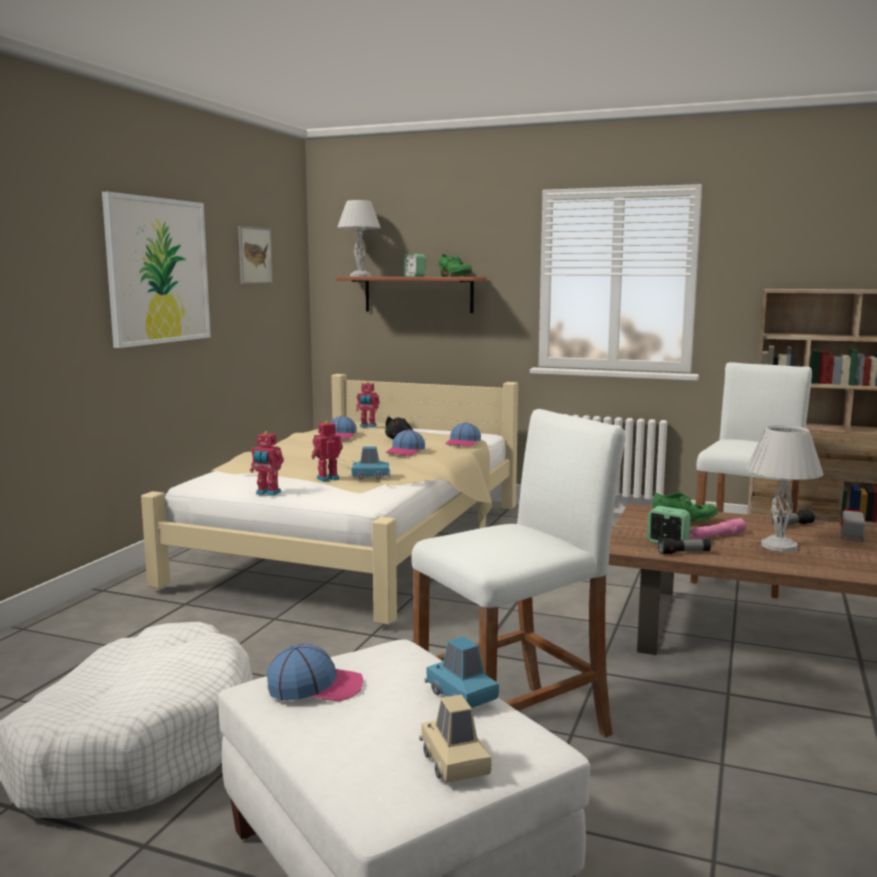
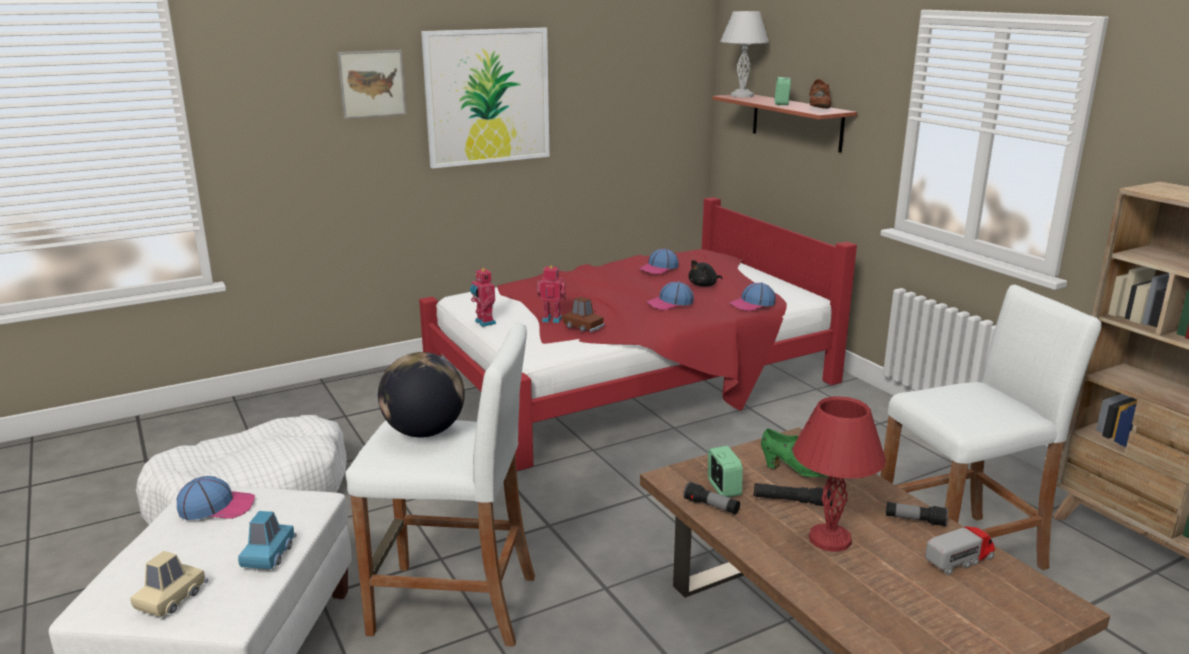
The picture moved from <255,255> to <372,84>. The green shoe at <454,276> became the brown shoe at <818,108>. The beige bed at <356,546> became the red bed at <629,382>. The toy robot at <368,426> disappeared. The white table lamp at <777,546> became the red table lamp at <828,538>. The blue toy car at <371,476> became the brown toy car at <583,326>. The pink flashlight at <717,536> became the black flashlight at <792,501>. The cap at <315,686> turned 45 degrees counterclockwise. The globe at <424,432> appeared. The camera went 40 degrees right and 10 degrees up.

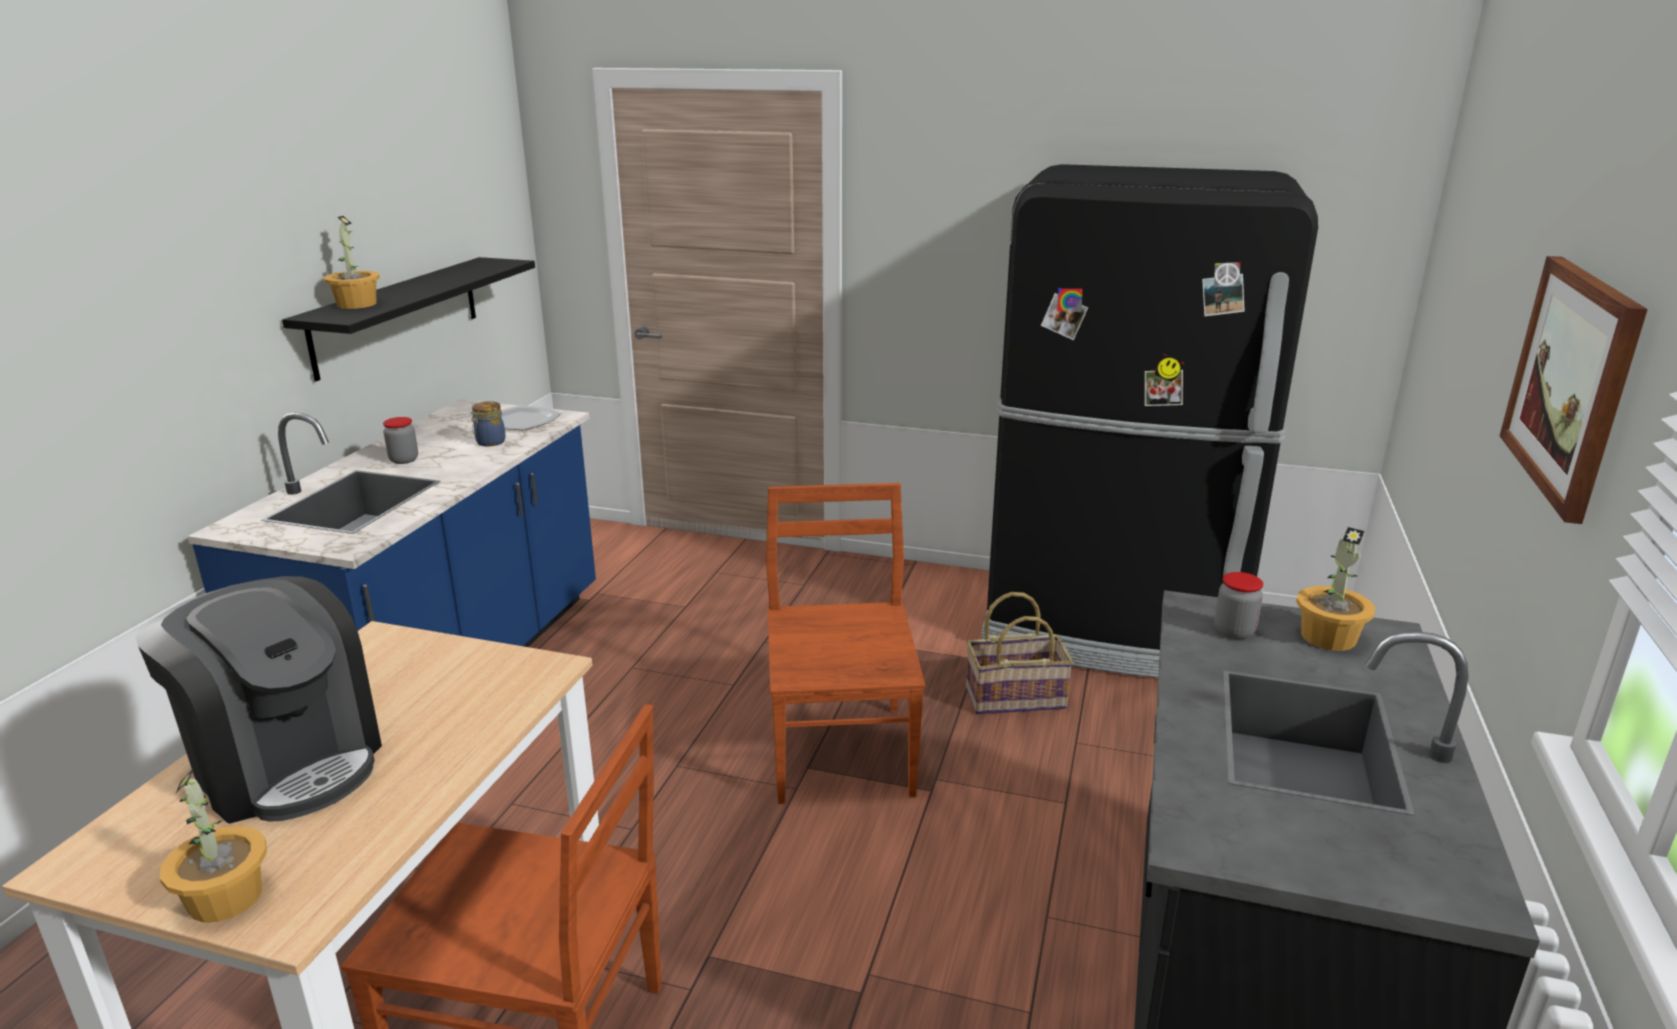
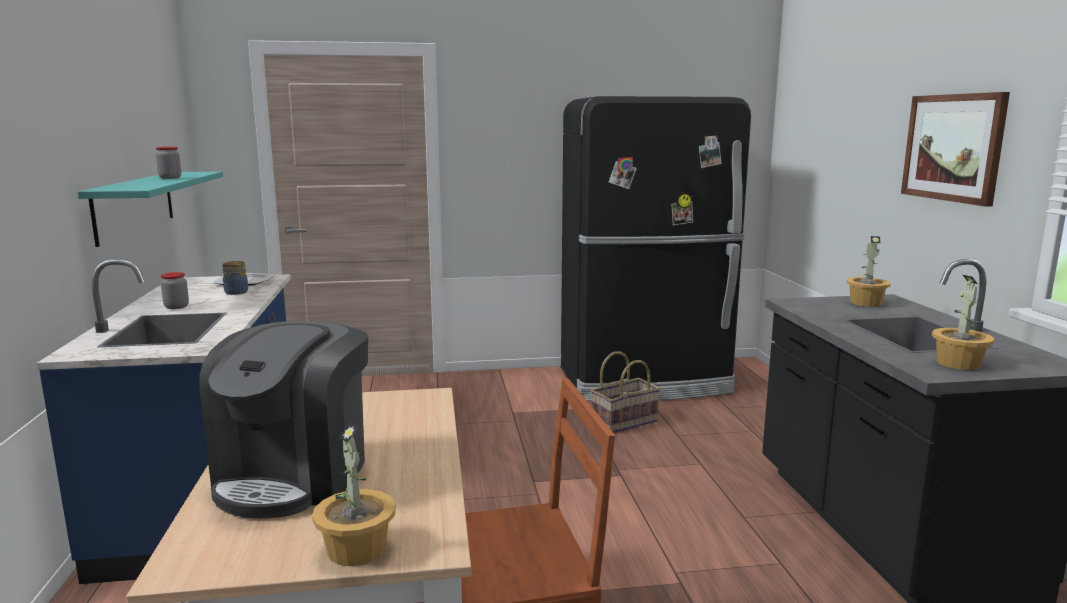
The potted plant moved from <356,304> to <958,363>. The black shelf at <397,315> became the turquoise shelf at <135,205>. The brown chair at <841,749> disappeared. The jar moved from <1234,631> to <170,178>. The coffee machine at <285,763> turned 90 degrees clockwise. The camera went 25 degrees left and 10 degrees down.

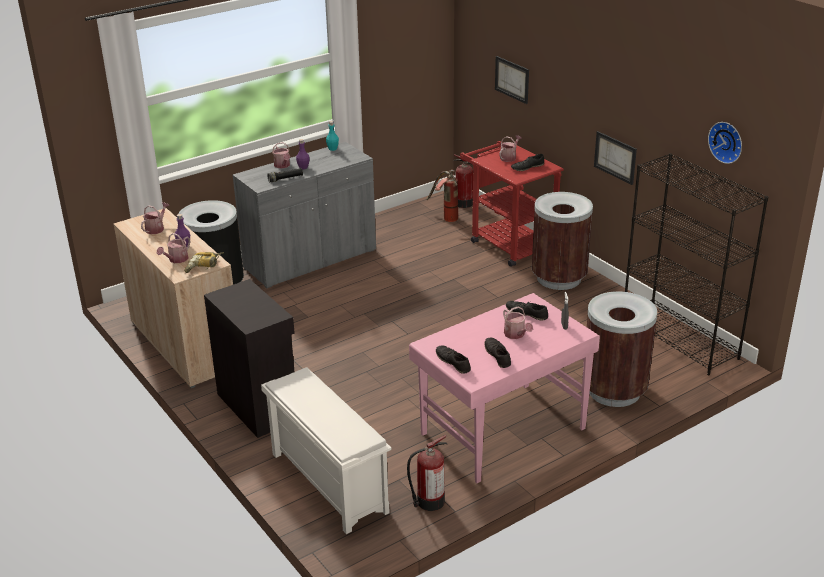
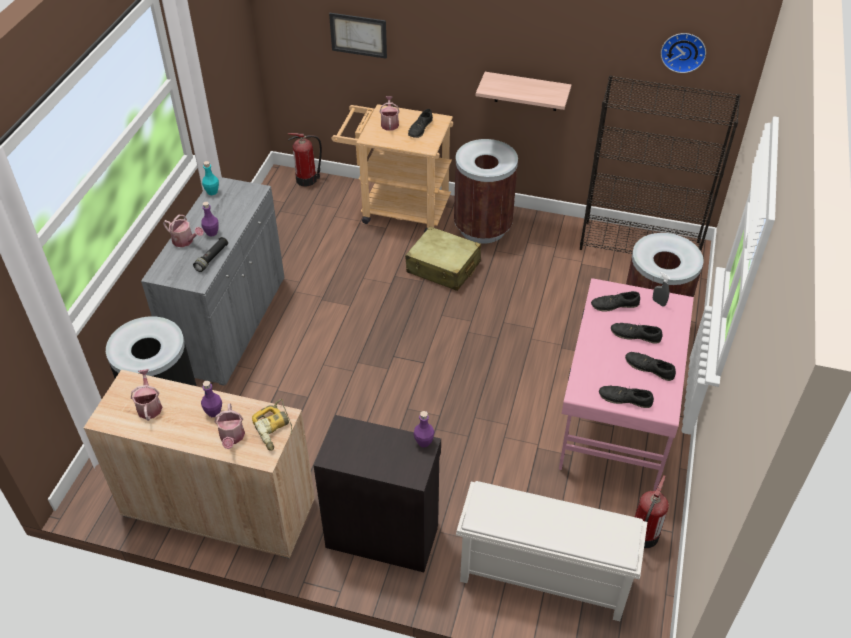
The picture at <615,157> was replaced by the shelf at <526,91>. The red cart at <507,243> became the beige cart at <397,209>. The fire extinguisher at <445,217> disappeared. The watering can at <516,335> was replaced by the black shoe at <635,335>. The beige suitcase at <443,267> appeared. The purple bottle at <424,442> appeared. The camera went 40 degrees left and 15 degrees up.

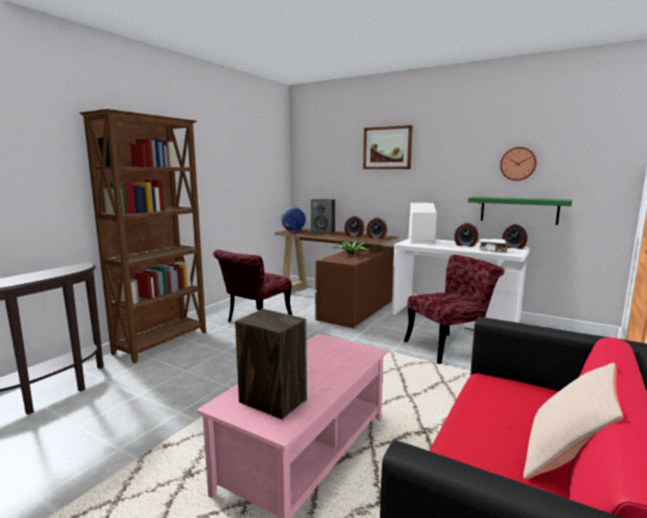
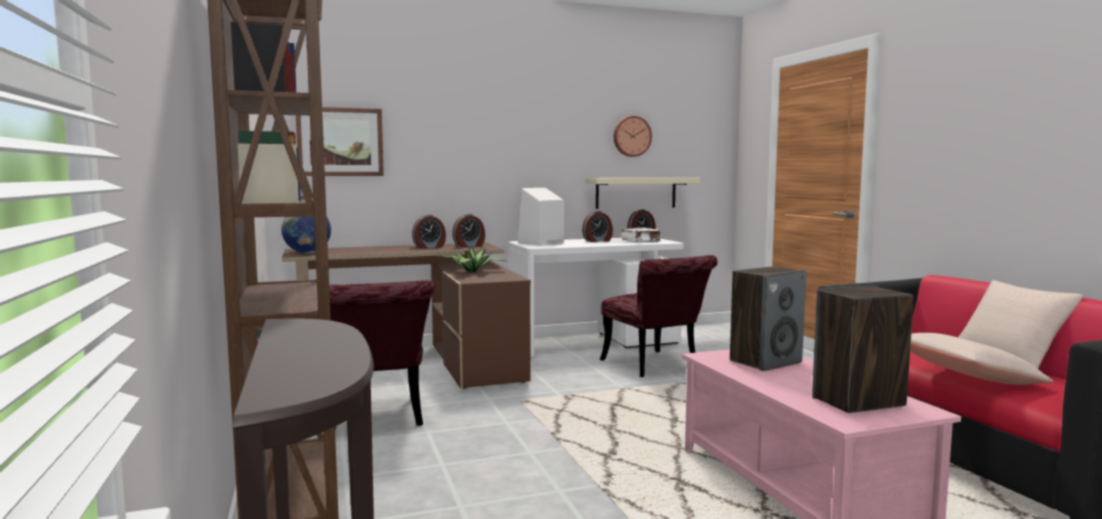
The picture moved from <387,148> to <340,142>. The green shelf at <518,210> became the beige shelf at <636,193>. The speaker moved from <323,232> to <765,361>. The red chair at <449,346> turned 135 degrees clockwise. The beige pillow at <967,378> appeared. The camera went 50 degrees left and 5 degrees down.

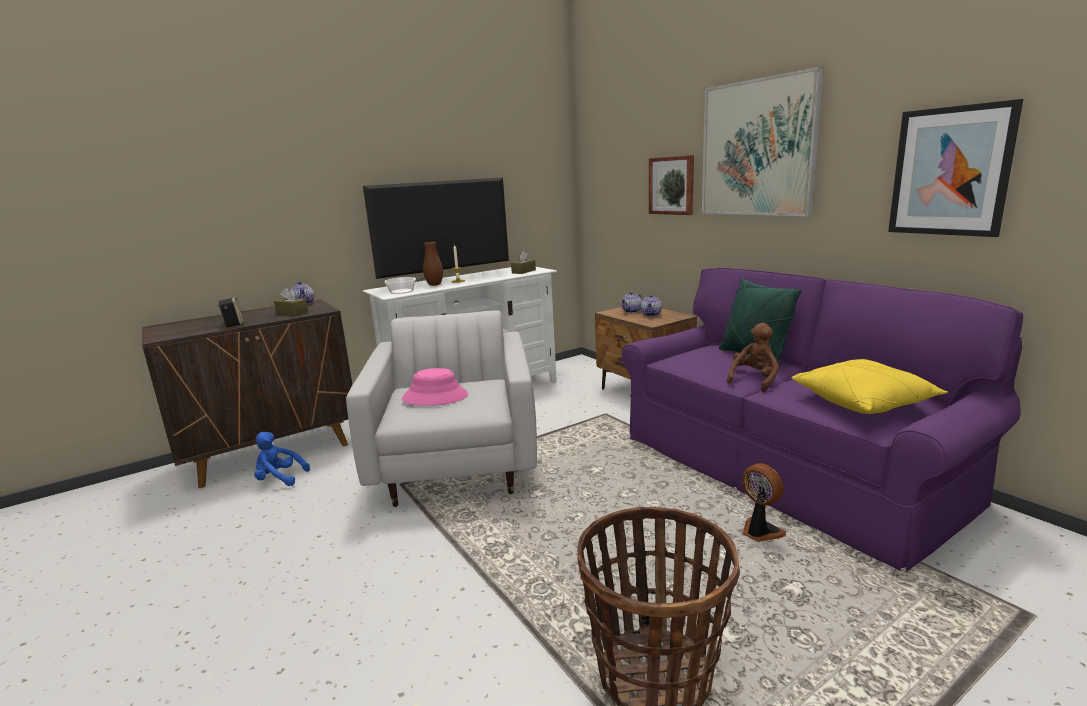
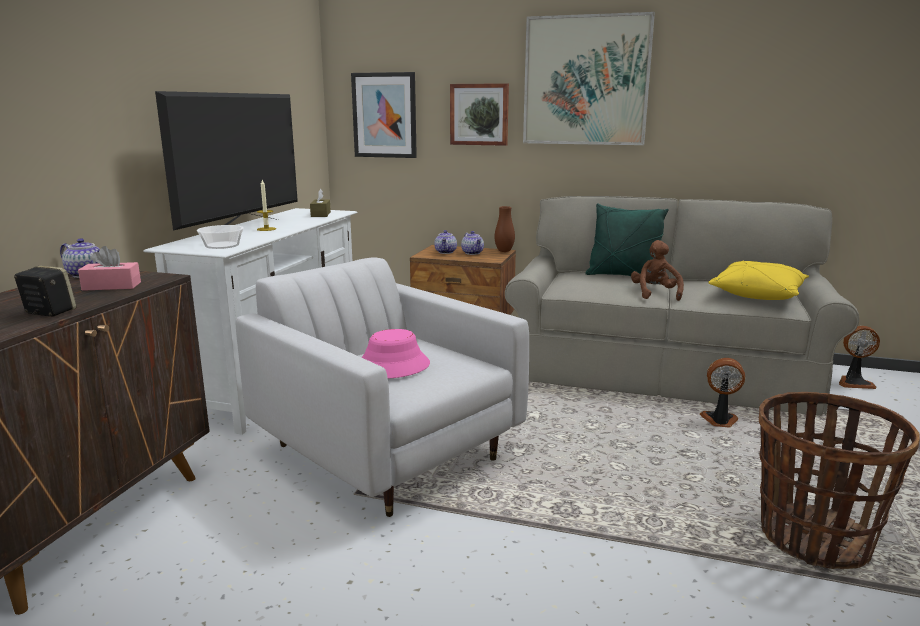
The picture moved from <950,171> to <384,115>. The brown vase moved from <434,285> to <504,251>. The purple sofa at <783,466> became the grey sofa at <661,371>. The brown tissue box at <292,312> became the pink tissue box at <112,286>. The blue plush toy at <279,479> disappeared. The fan at <854,383> appeared. The camera went 40 degrees left and 0 degrees up.

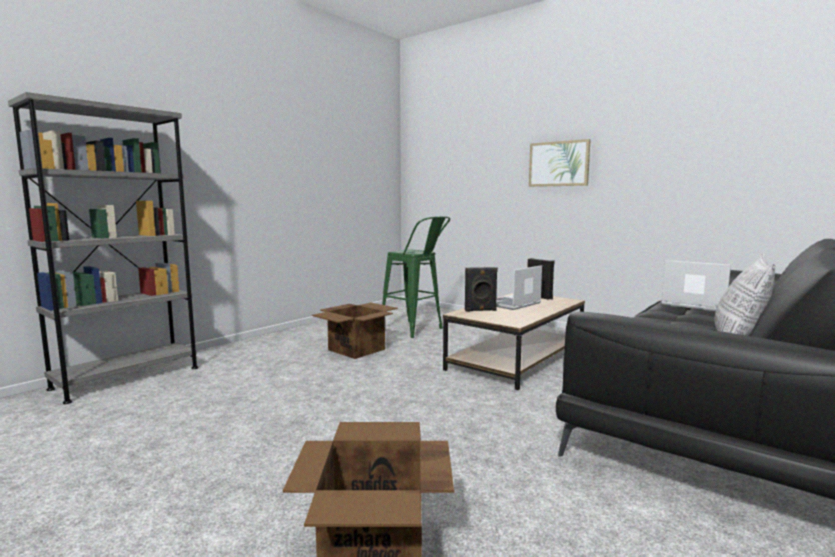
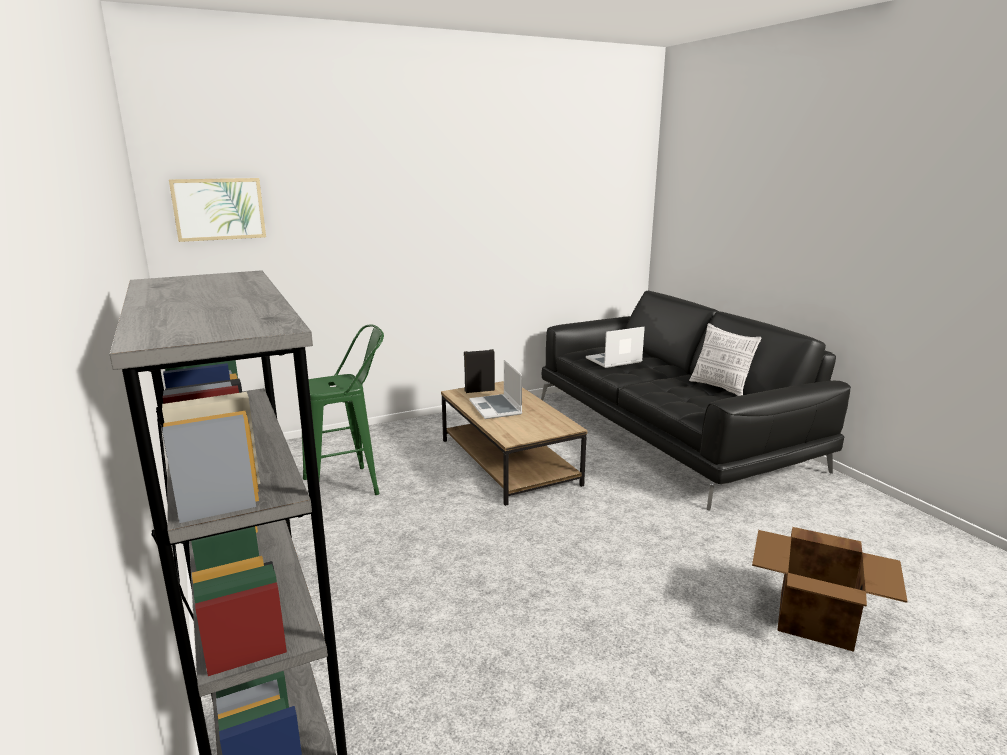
The picture moved from <559,164> to <219,209>. The black speaker at <480,310> disappeared. The cardboard box at <357,349> disappeared. The camera went 65 degrees left and 10 degrees up.

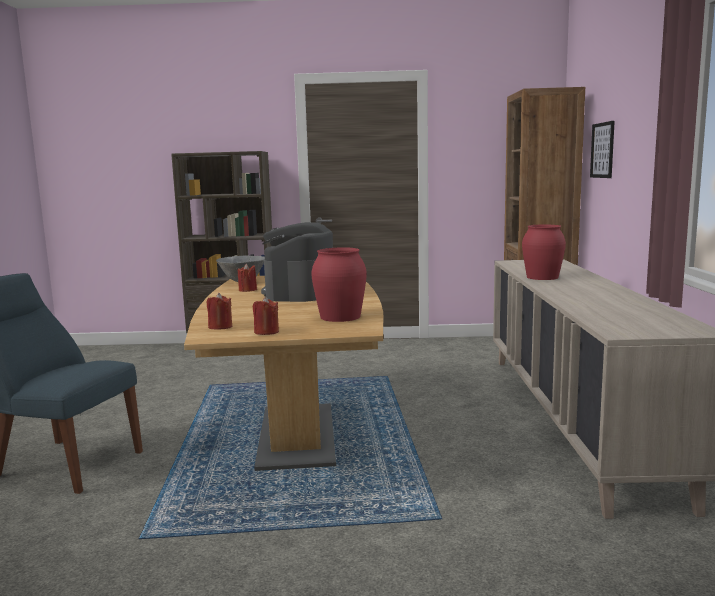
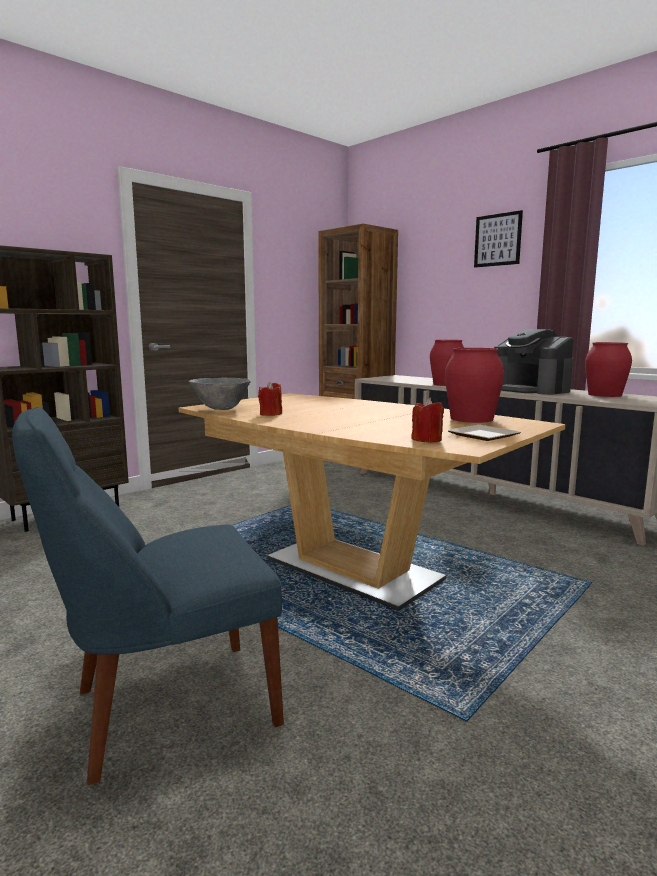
The picture moved from <602,150> to <497,240>. The coffee machine moved from <300,293> to <530,390>. The red candle at <266,332> was replaced by the plate at <486,436>. The red vase at <605,395> appeared. The camera went 45 degrees left and 0 degrees up.

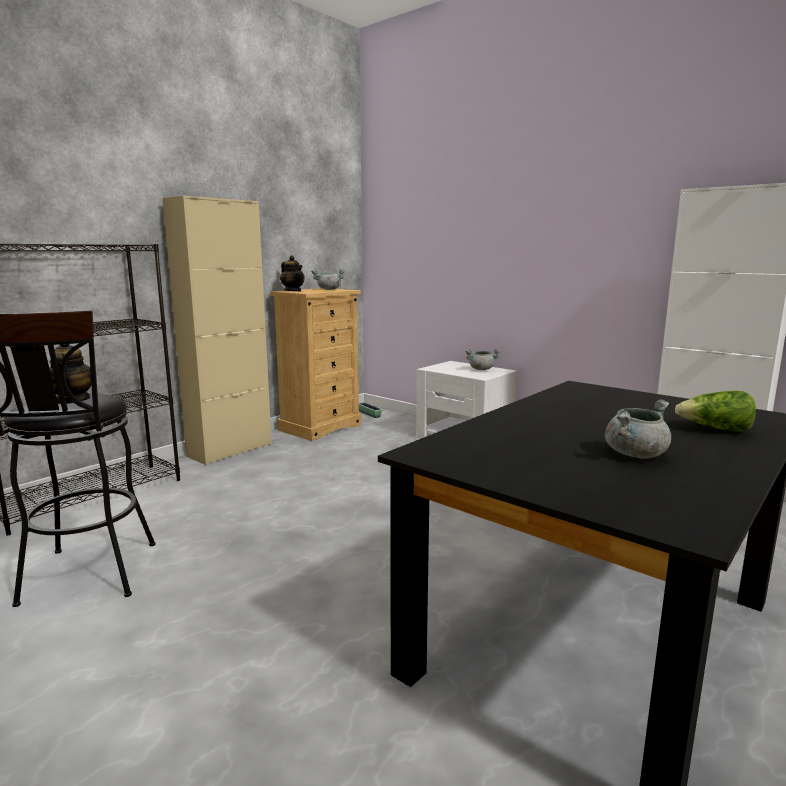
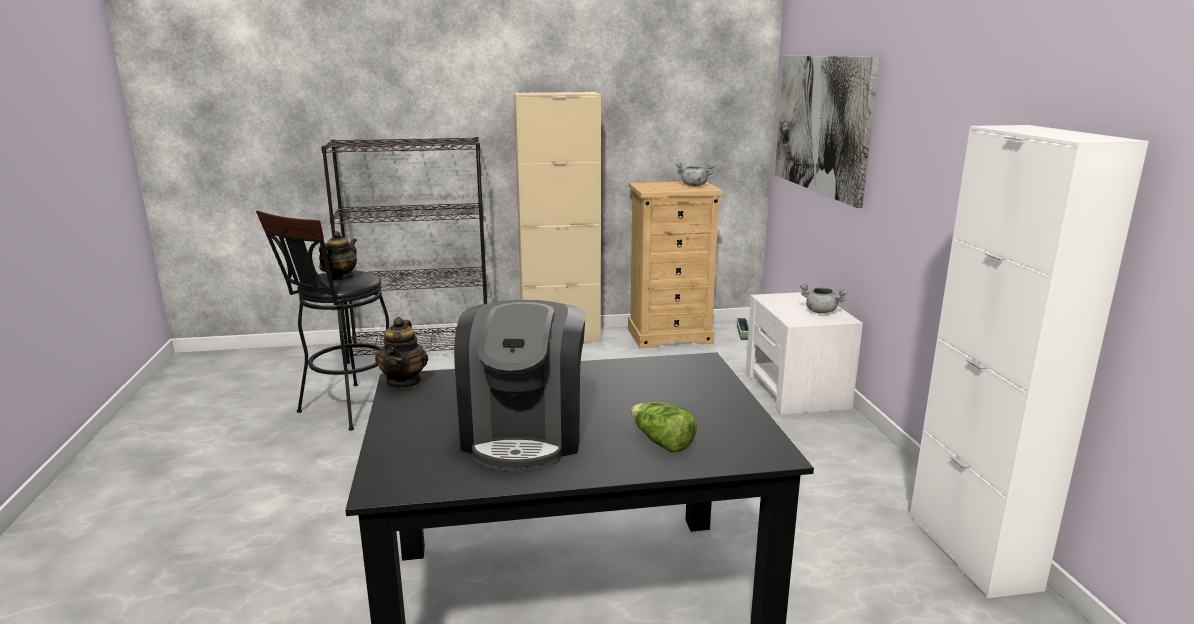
The teapot moved from <293,291> to <404,382>. The grey cooking pot at <635,454> was replaced by the coffee machine at <524,434>. The picture at <822,124> appeared. The camera went 40 degrees right and 5 degrees up.

